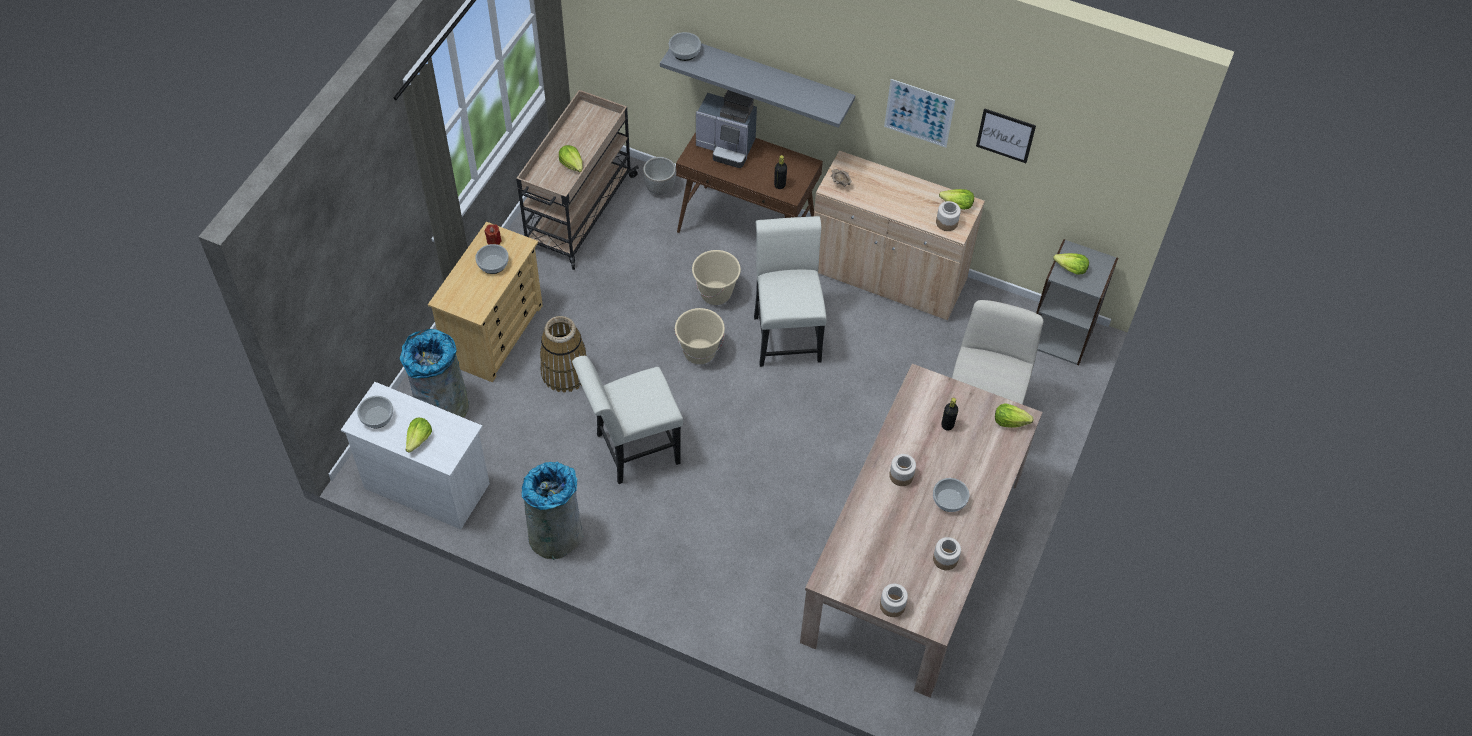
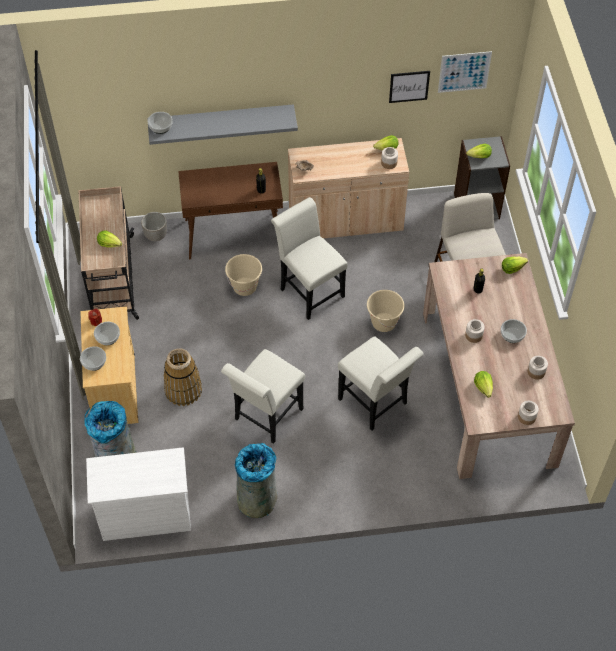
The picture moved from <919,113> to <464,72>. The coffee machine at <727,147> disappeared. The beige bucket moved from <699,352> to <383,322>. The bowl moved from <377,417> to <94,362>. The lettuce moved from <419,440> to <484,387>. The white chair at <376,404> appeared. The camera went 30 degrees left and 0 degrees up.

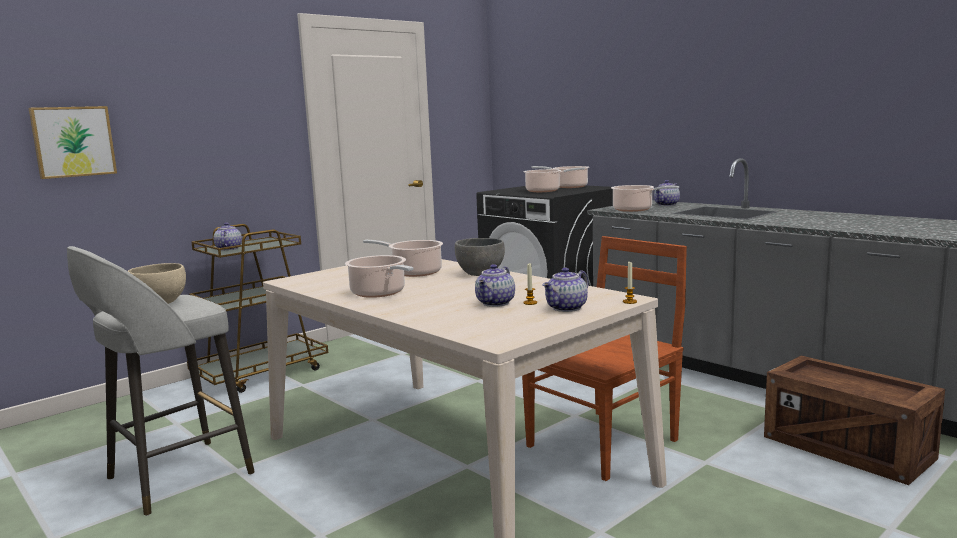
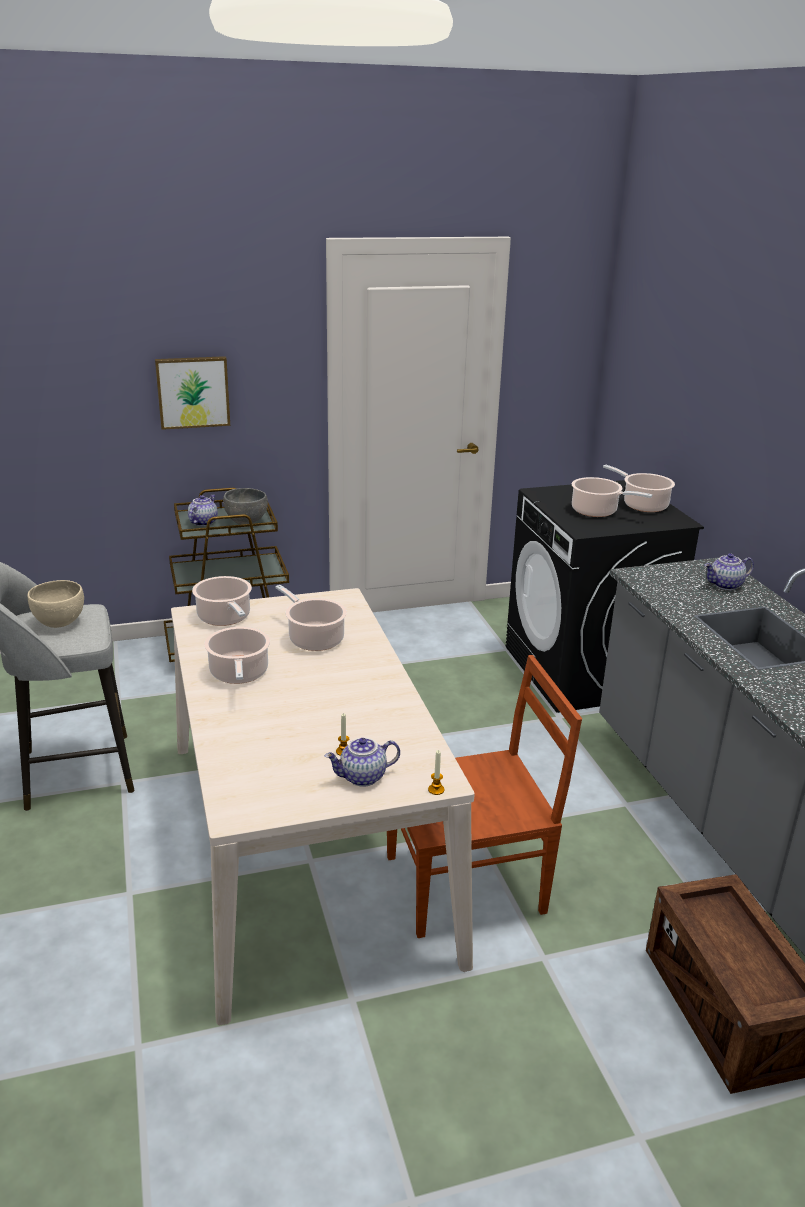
The picture moved from <73,141> to <193,392>. The cooking pot moved from <635,210> to <225,618>. The grey bowl moved from <480,274> to <245,521>. The teapot at <496,303> disappeared. The camera went 25 degrees right and 15 degrees up.

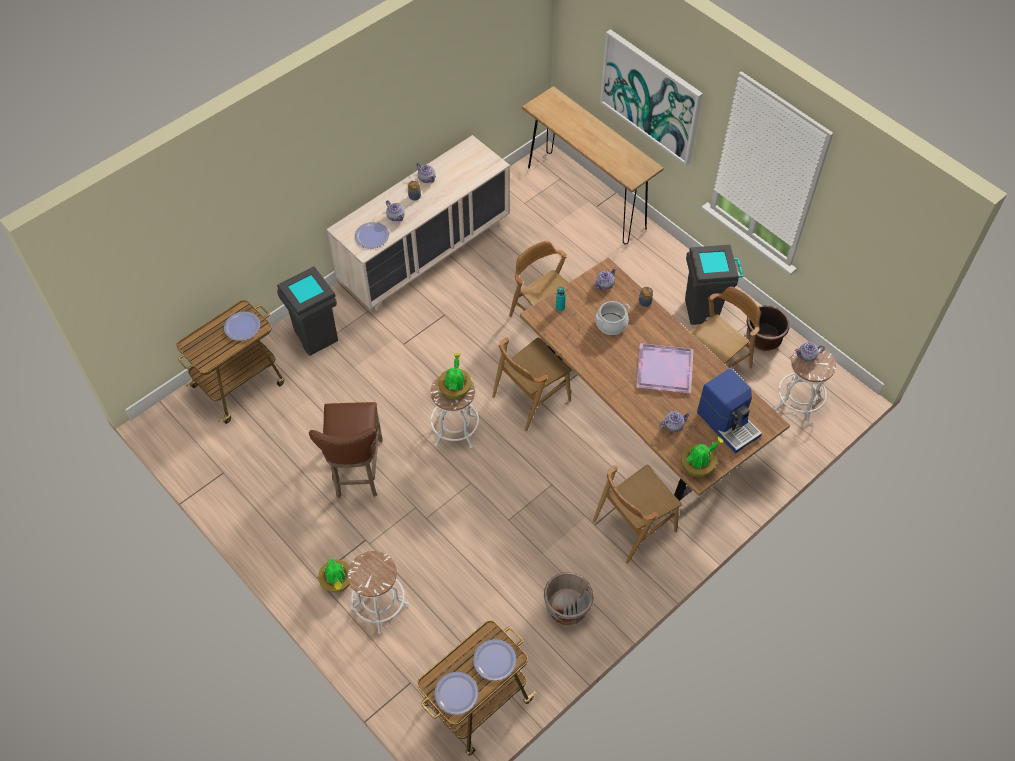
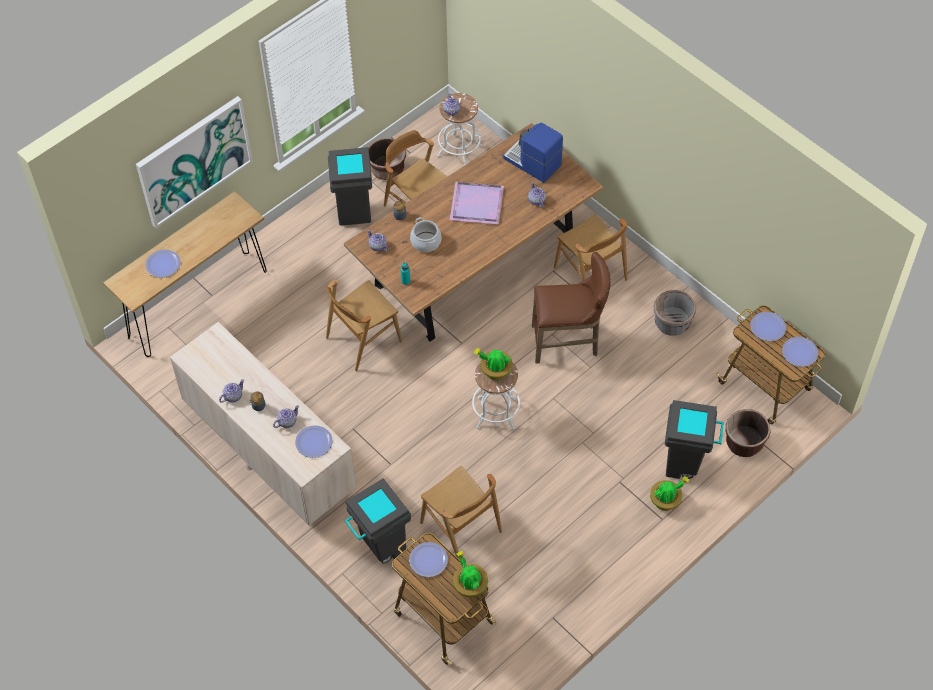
The brown chair moved from <531,398> to <461,527>. The coffee machine at <728,423> turned 105 degrees counterclockwise. The brown stool moved from <356,471> to <568,342>. The potted plant moved from <698,466> to <469,585>. The white stool at <379,606> was replaced by the grey trash can at <686,465>. The plate at <163,264> appeared. The brown planter at <744,443> appeared. The camera went 90 degrees left and 0 degrees up.

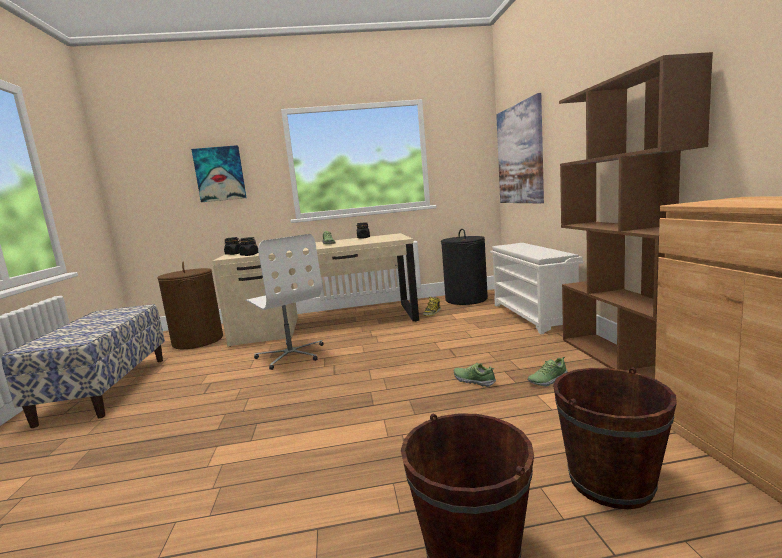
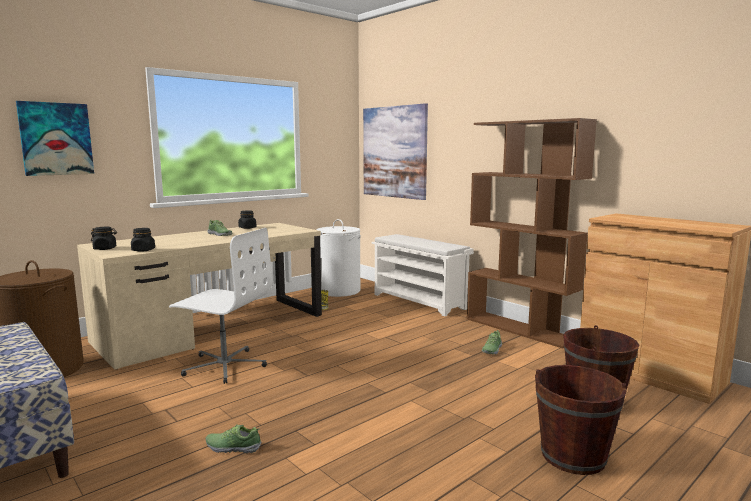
The black laundry basket at <466,299> became the white laundry basket at <338,291>. The shoe moved from <474,380> to <233,447>. The camera went 35 degrees left and 0 degrees up.

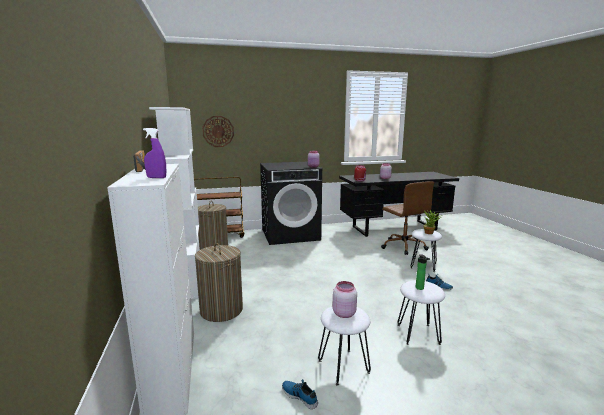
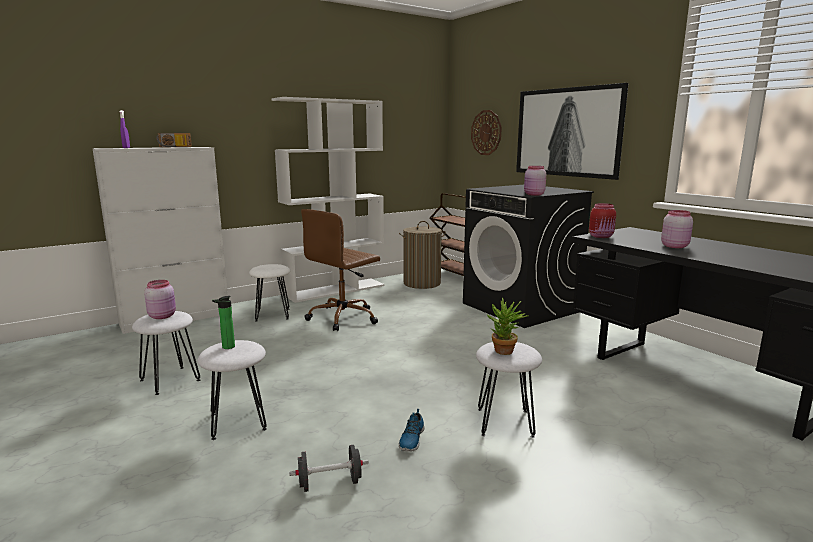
The brown office chair moved from <403,246> to <344,318>. The laundry basket at <221,310> was replaced by the white stool at <272,314>. The shoe at <300,396> disappeared. The picture at <568,132> appeared. The black dumbbell at <330,483> appeared. The camera went 70 degrees right and 0 degrees up.

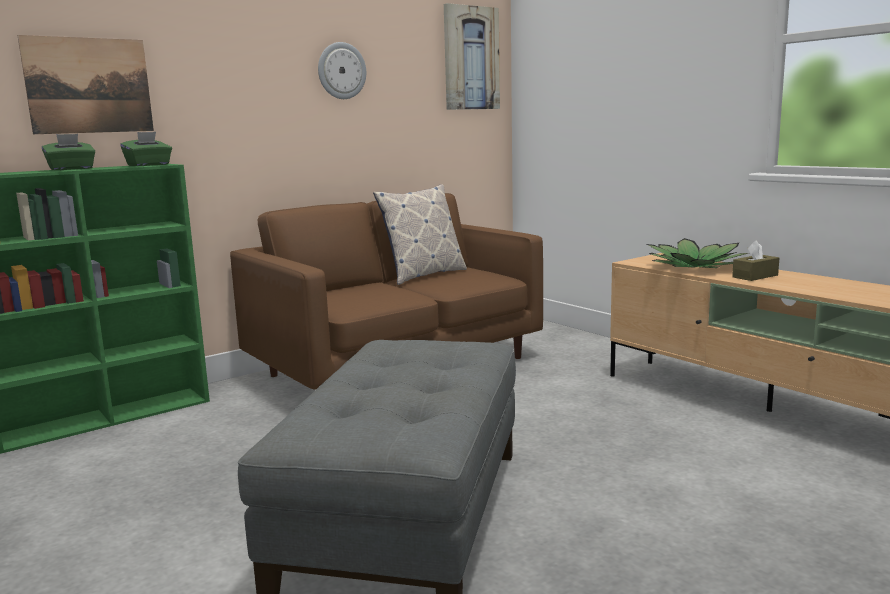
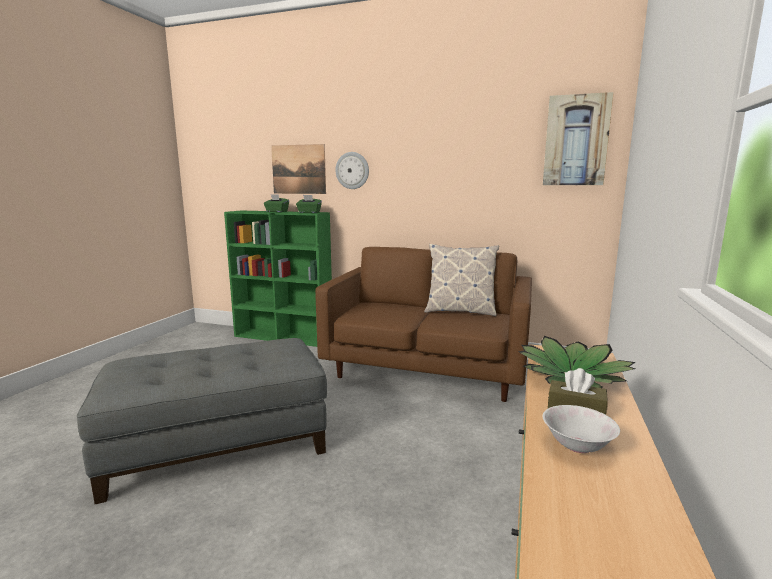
The wall clock moved from <341,71> to <352,170>. The white bowl at <577,445> appeared. The camera went 55 degrees right and 0 degrees up.

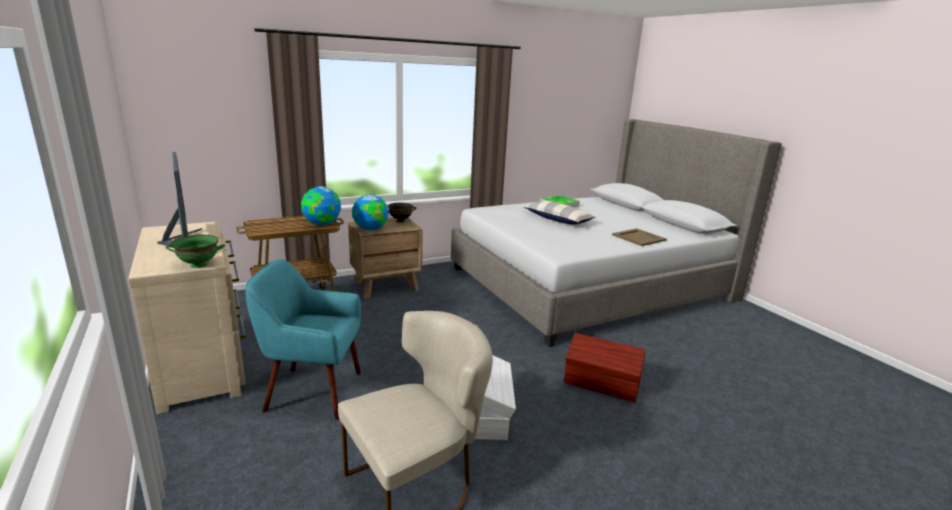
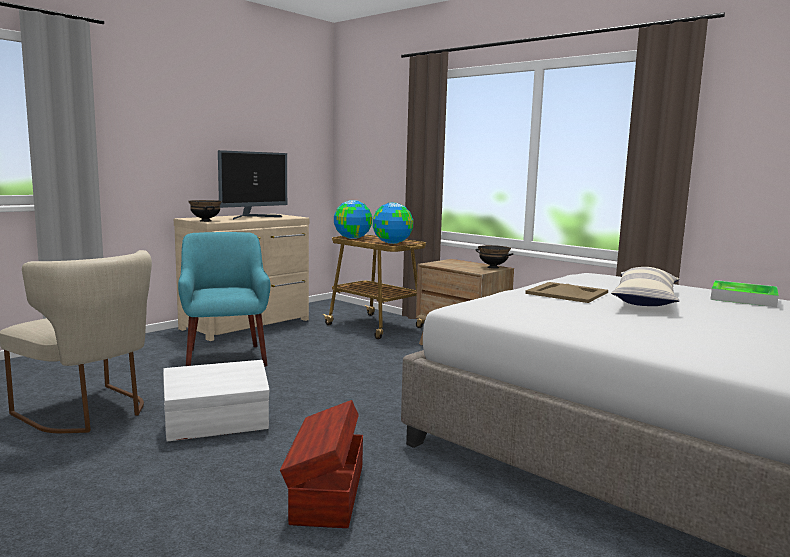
The globe moved from <370,229> to <352,238>. The beige tray moved from <639,237> to <567,293>. The green bowl at <198,265> became the black bowl at <205,221>. The camera went 70 degrees right and 10 degrees down.

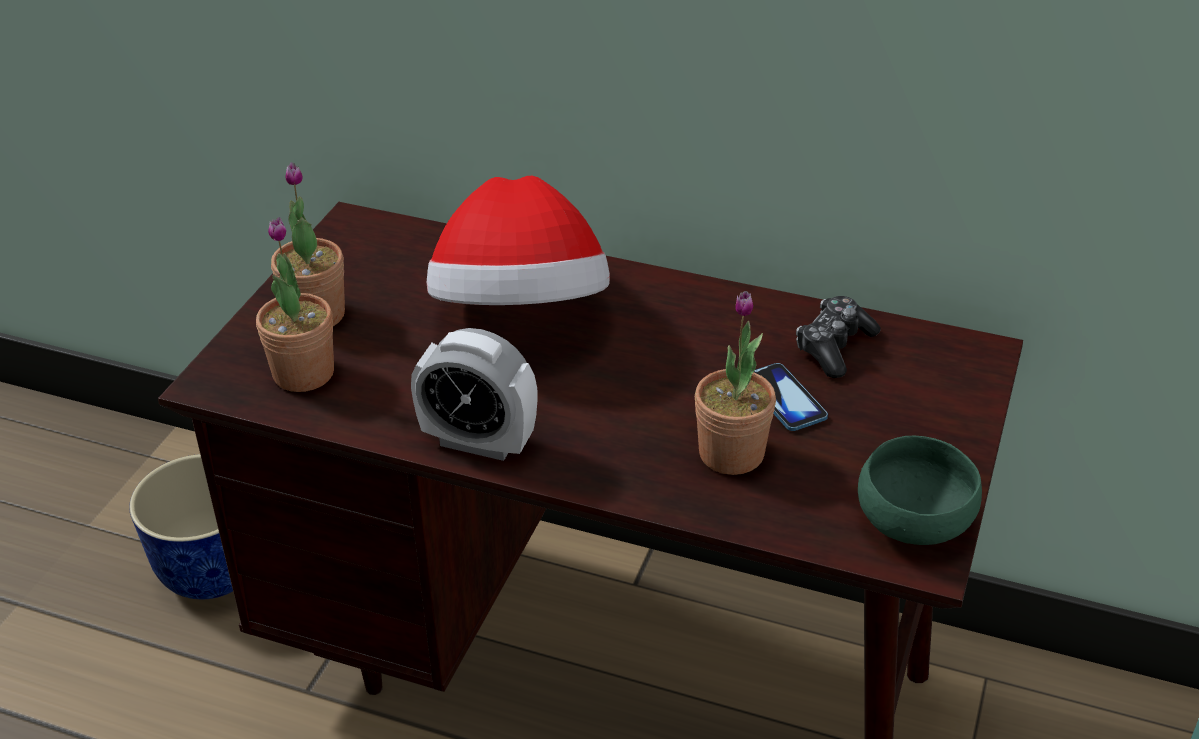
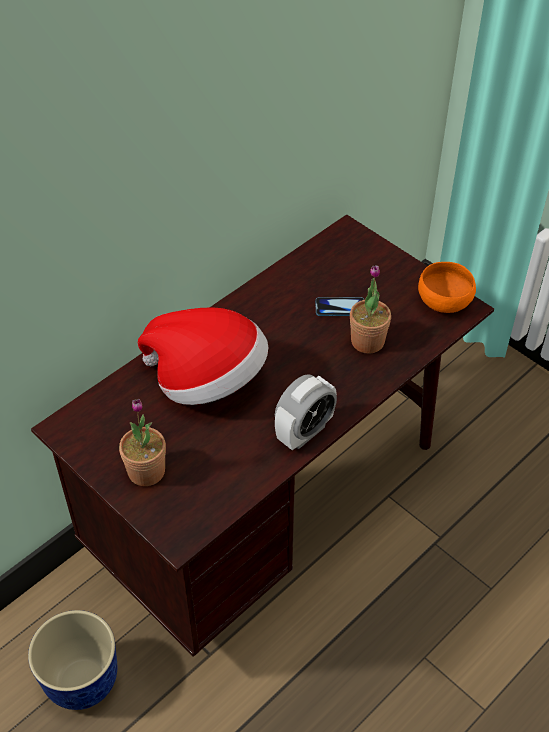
The potted plant at <303,373> disappeared. The game controller at <834,347> disappeared. The green bowl at <916,524> became the orange bowl at <445,301>. The camera went 65 degrees left and 10 degrees up.

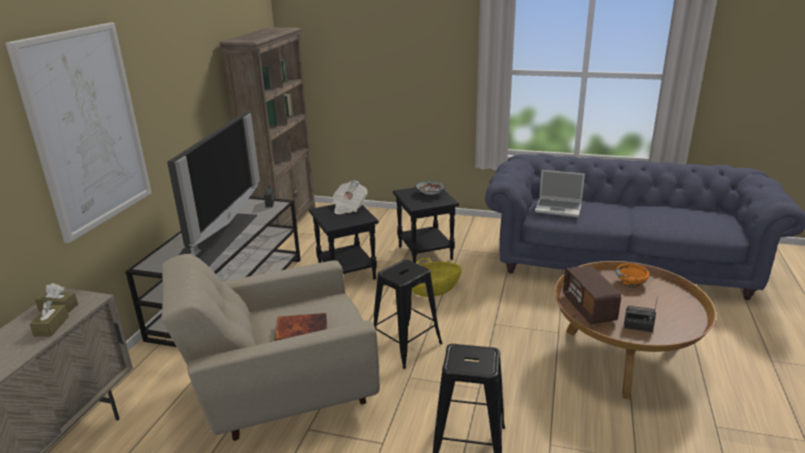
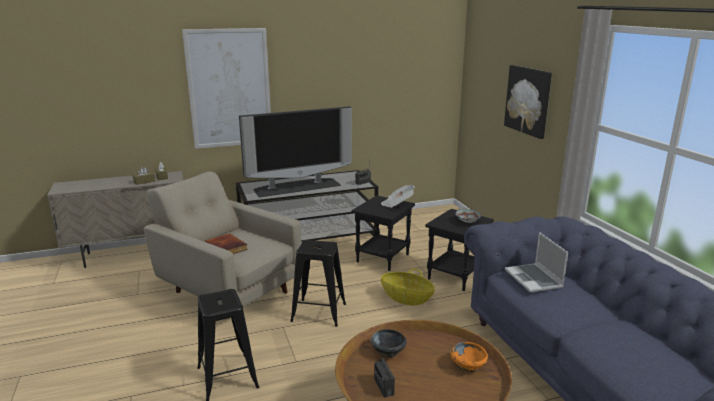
The brown bookcase at <285,224> disappeared. The radio at <588,308> was replaced by the black bowl at <388,352>. The picture at <528,100> appeared. The camera went 55 degrees right and 5 degrees down.

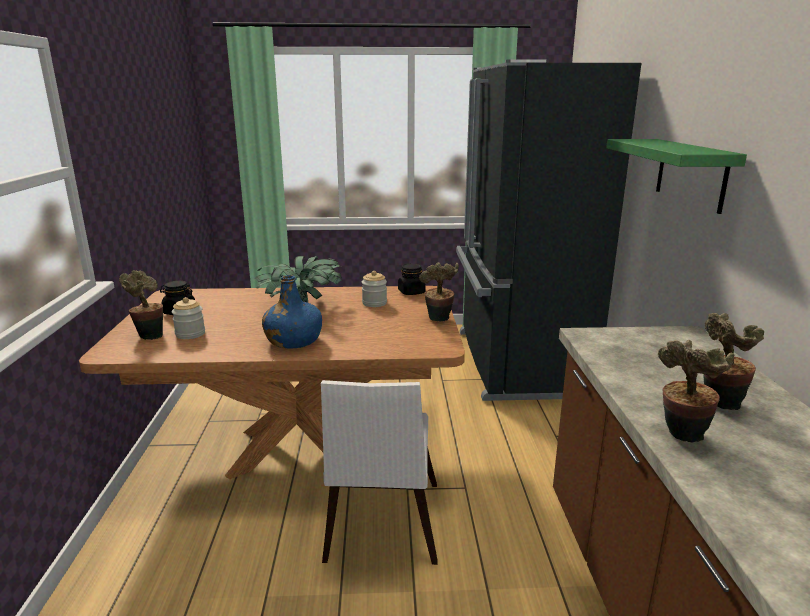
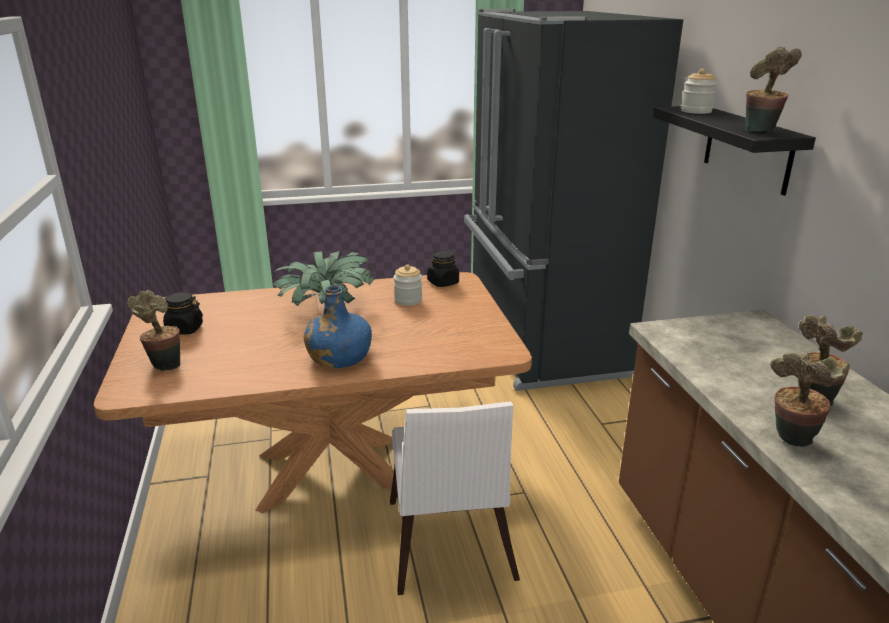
The green shelf at <690,173> became the black shelf at <747,148>. The potted plant moved from <439,320> to <761,131>. The jar moved from <190,334> to <696,111>. The camera went 10 degrees left and 5 degrees up.

